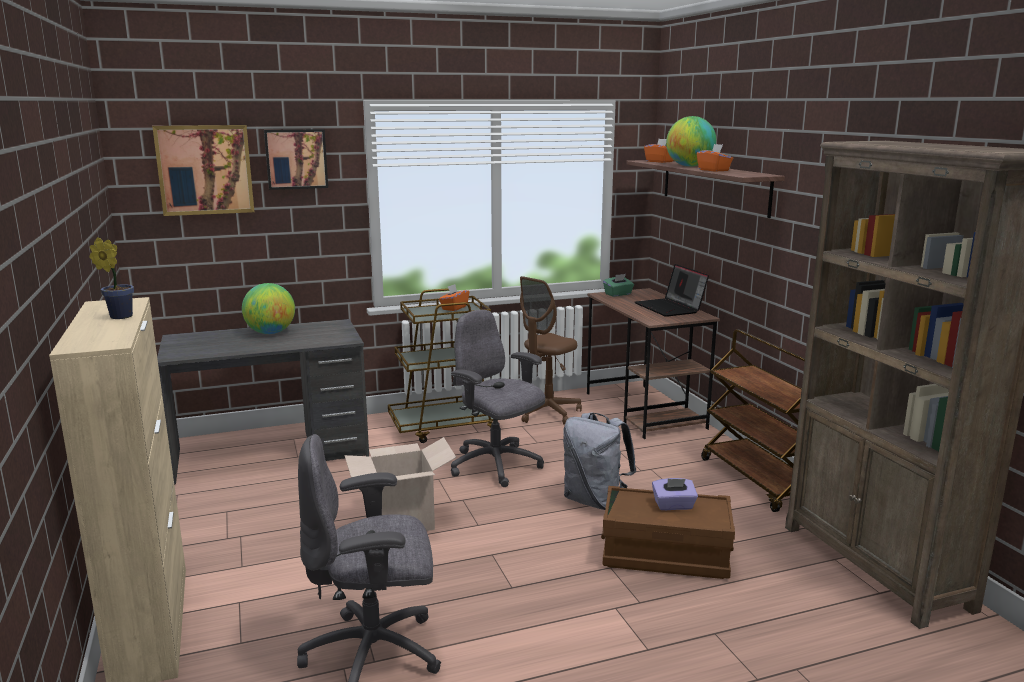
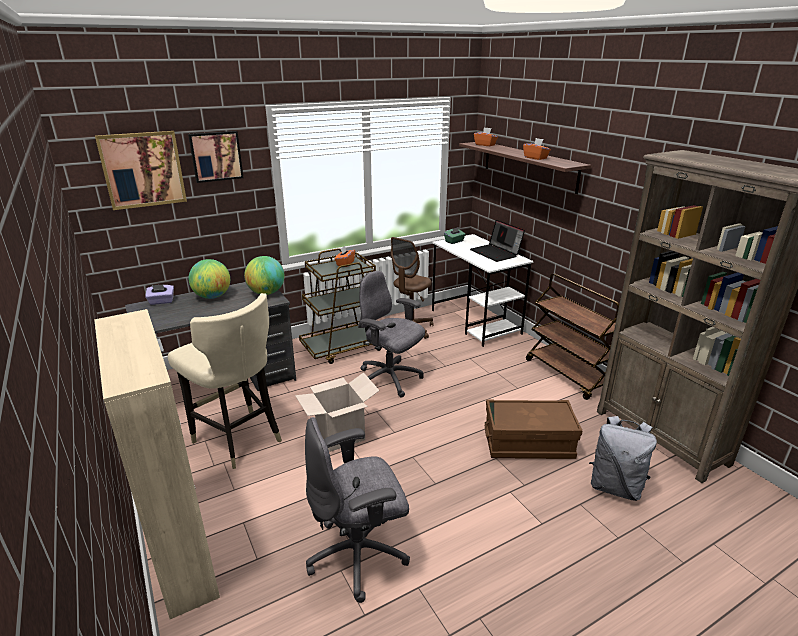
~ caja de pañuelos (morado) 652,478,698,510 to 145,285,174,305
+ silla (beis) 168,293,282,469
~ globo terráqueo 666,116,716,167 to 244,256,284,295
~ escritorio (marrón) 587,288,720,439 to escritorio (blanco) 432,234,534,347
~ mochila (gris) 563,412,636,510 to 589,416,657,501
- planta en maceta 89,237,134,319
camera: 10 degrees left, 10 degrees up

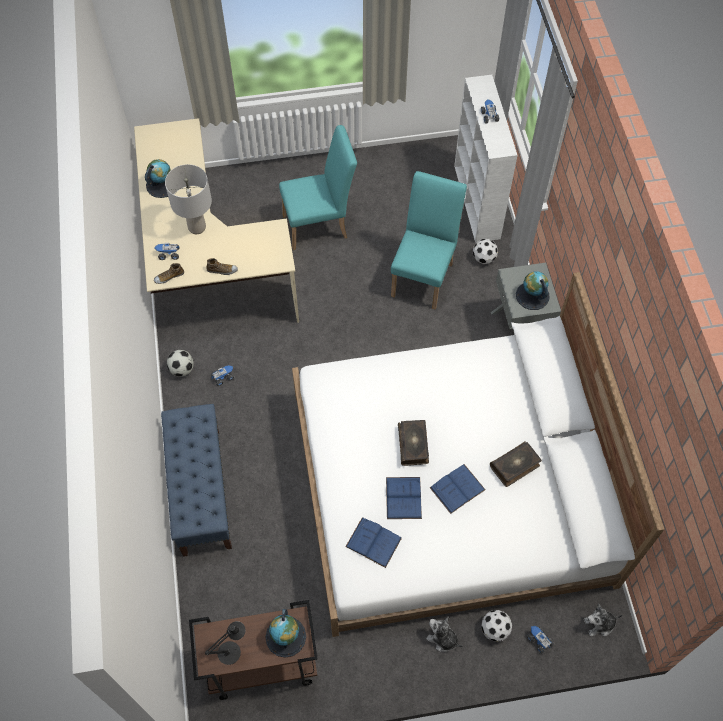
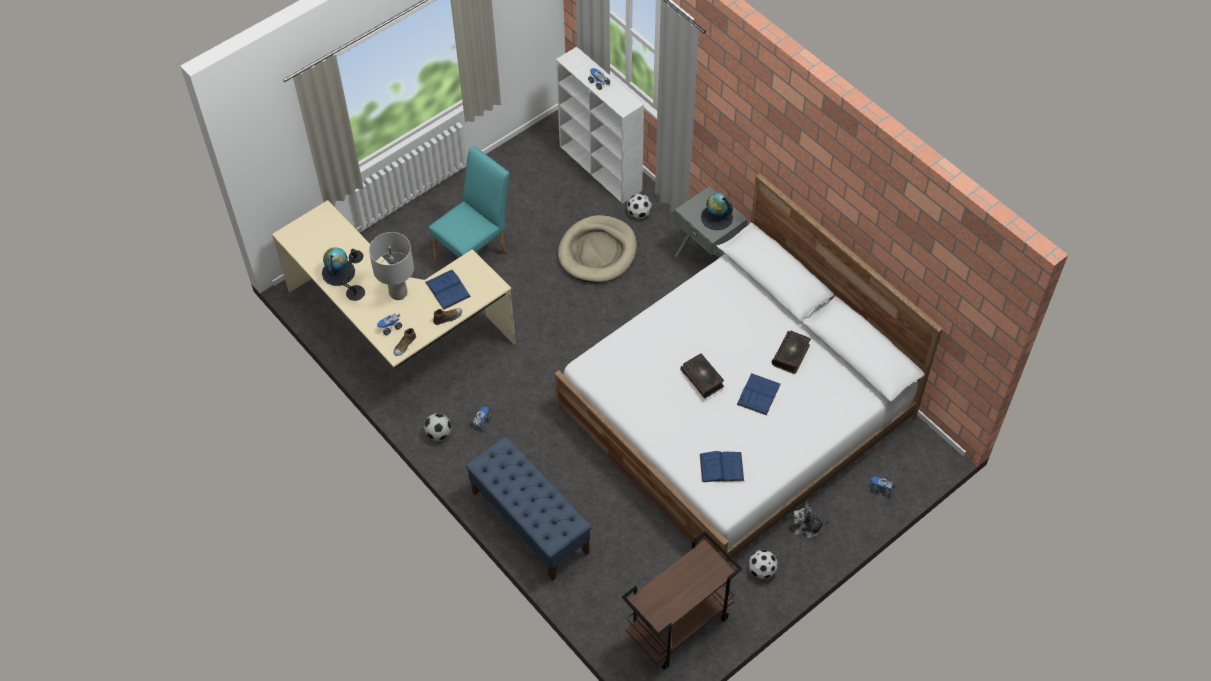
~ lámpara de mesa (negro) 205,621,245,665 to 341,249,365,301
~ libro (azul) 386,477,422,519 to 425,270,471,310
~ silla (turquesa) 391,171,467,310 to cama para perro (beis) 558,215,637,283
~ balón de fútbol 481,610,512,641 to 748,550,778,579
- globo terráqueo 265,609,306,658
- peluche 584,603,623,636
camera: 30 degrees left, 5 degrees down

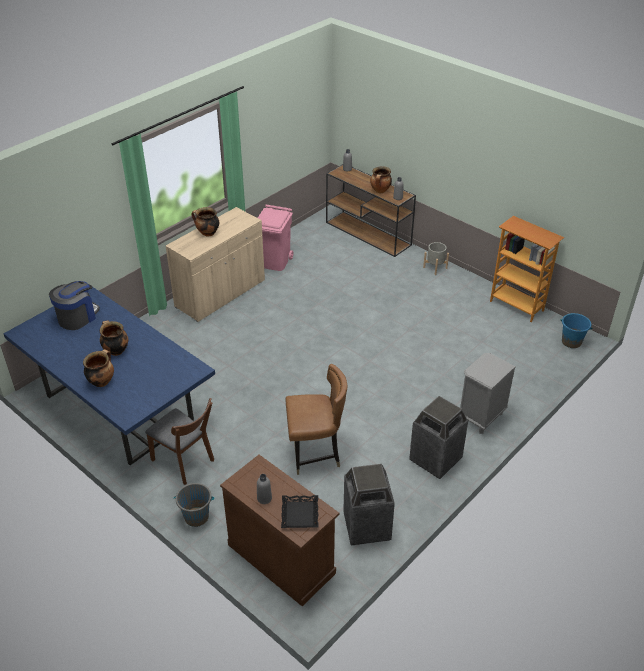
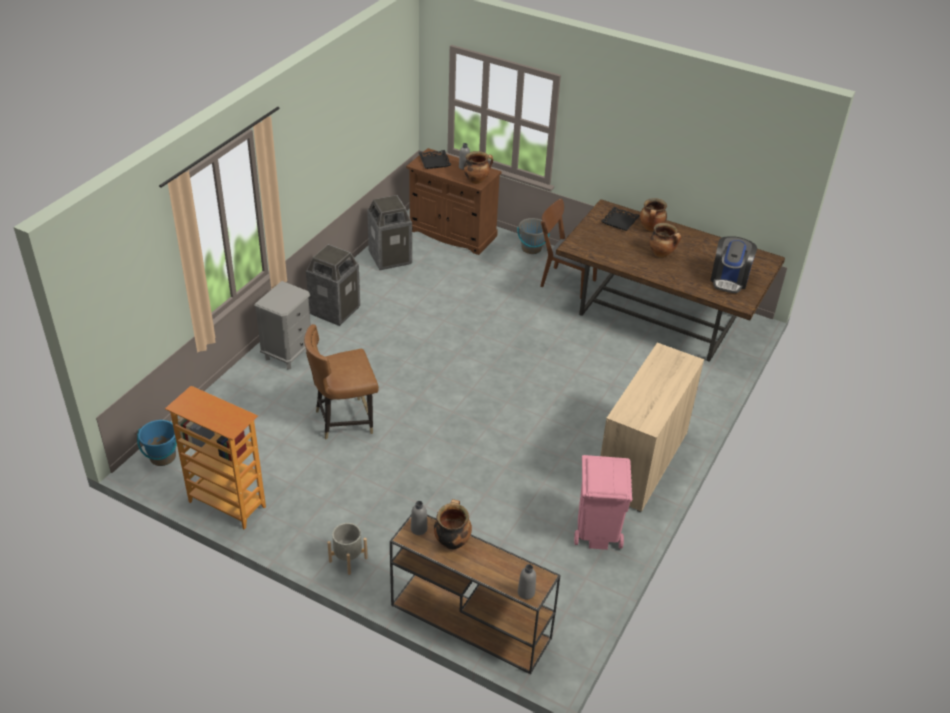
~ silla (marrón) 285,364,347,475 to 304,324,379,439
~ olla 191,207,219,236 to 464,151,493,184
~ mesa de comedor (azul) 4,287,215,465 to mesa de comedor (marrón) 556,199,785,362
+ bandeja (negro) 601,207,640,231
camera: 165 degrees right, 0 degrees up

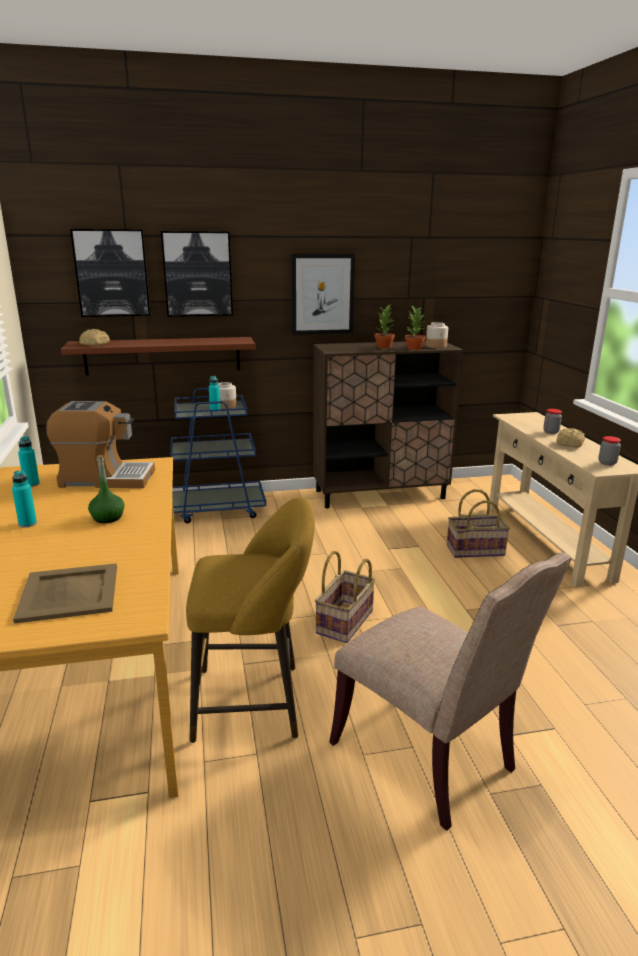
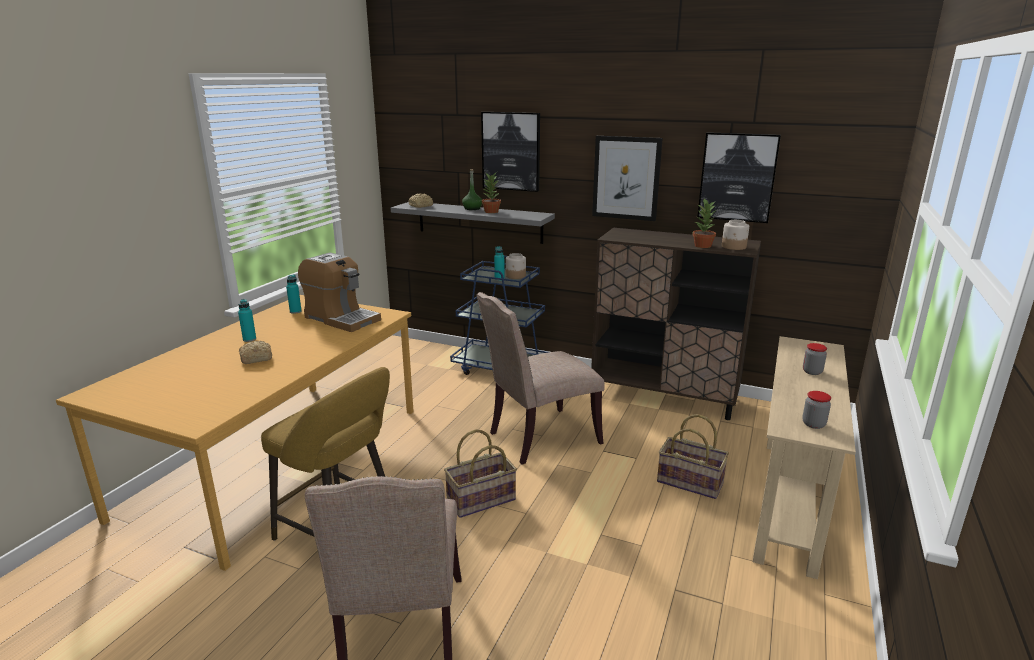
~ pan 557,428,585,448 to 239,341,272,364
~ estante (marrón) 61,337,255,376 to estante (gris) 391,202,555,244
~ botella (verde) 88,455,125,523 to 462,169,482,210
+ silla (beis) 477,292,605,465
~ planta en maceta 374,305,395,348 to 482,172,501,213
~ cuadro 70,229,150,317 to 697,132,781,223
- bandeja (beis) 13,563,117,624
camera: 35 degrees right, 0 degrees up

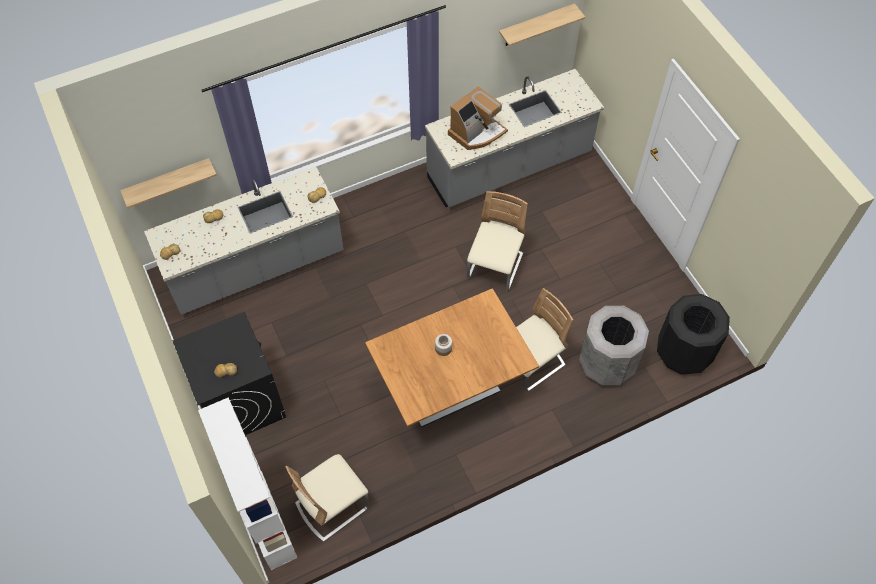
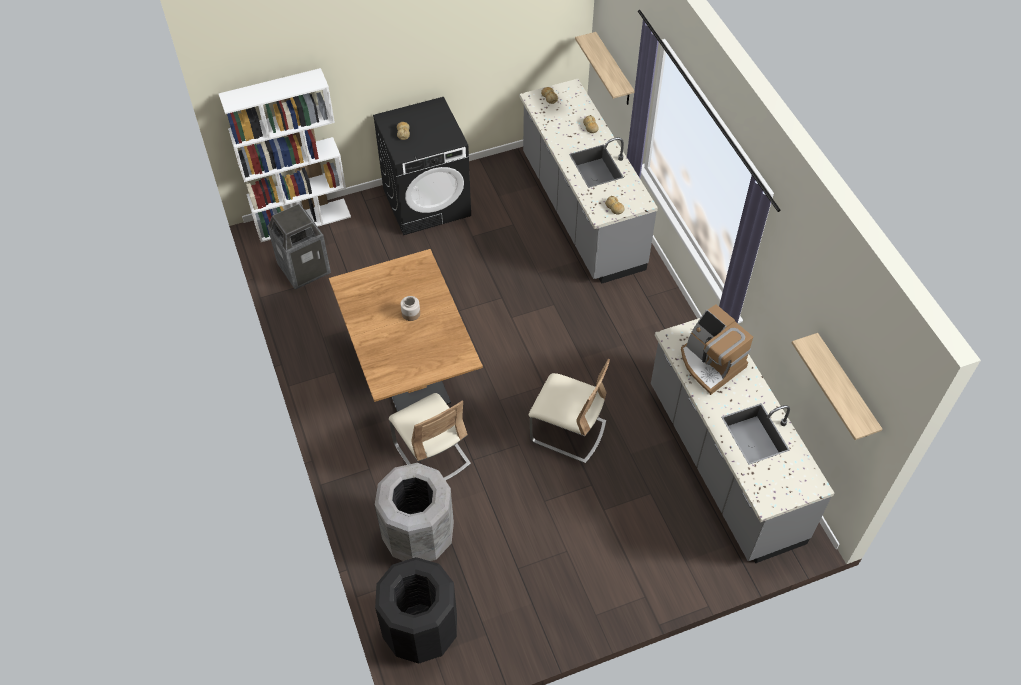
~ silla (beis) 285,454,369,542 to papelera 267,204,331,289
camera: 95 degrees right, 5 degrees down

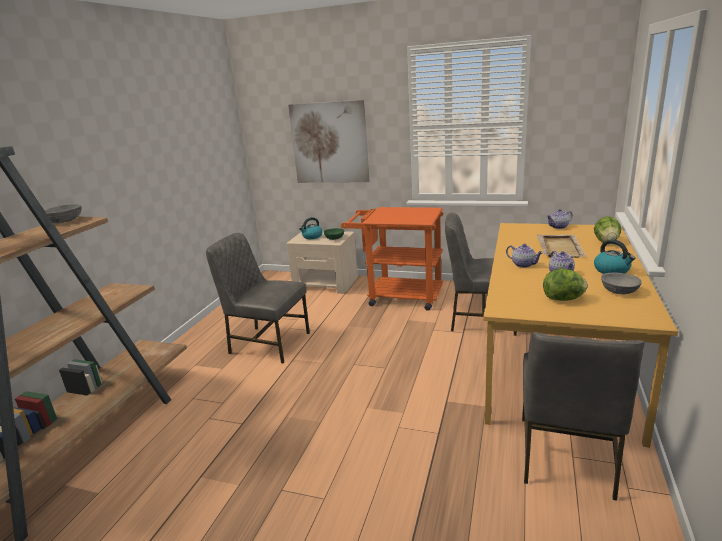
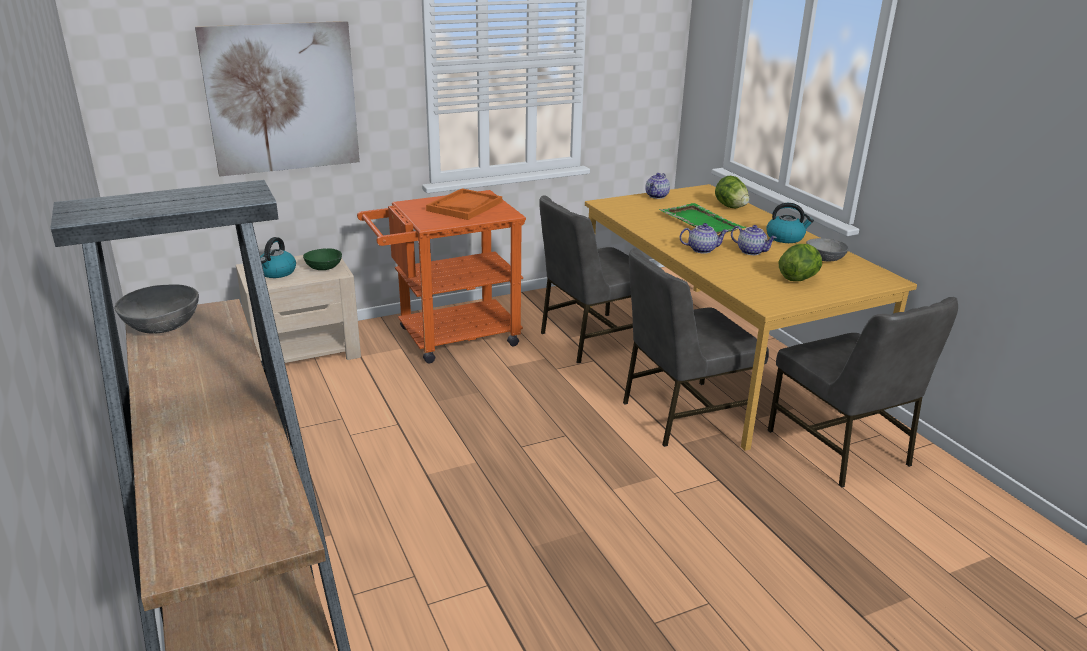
+ bandeja (naranja) 426,188,502,220
~ silla (gris) 206,233,310,363 to 623,248,769,447
~ bandeja (beis) 537,234,588,258 to bandeja (verde) 659,203,746,234
camera: 45 degrees left, 5 degrees up

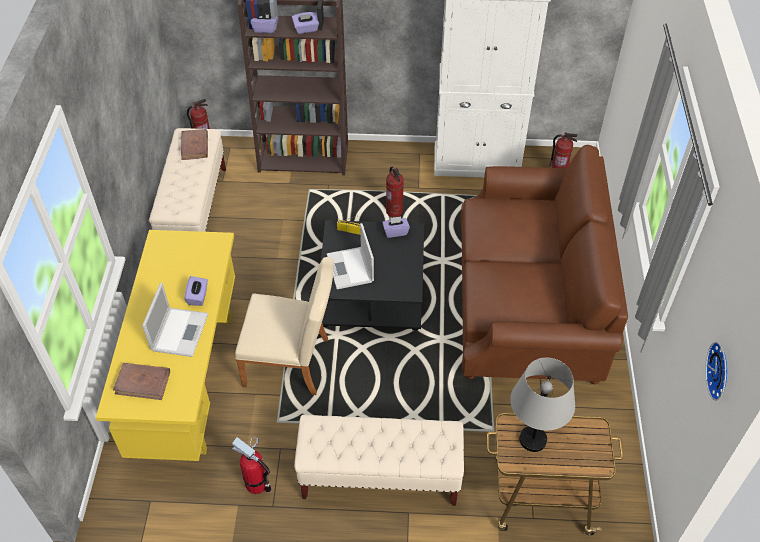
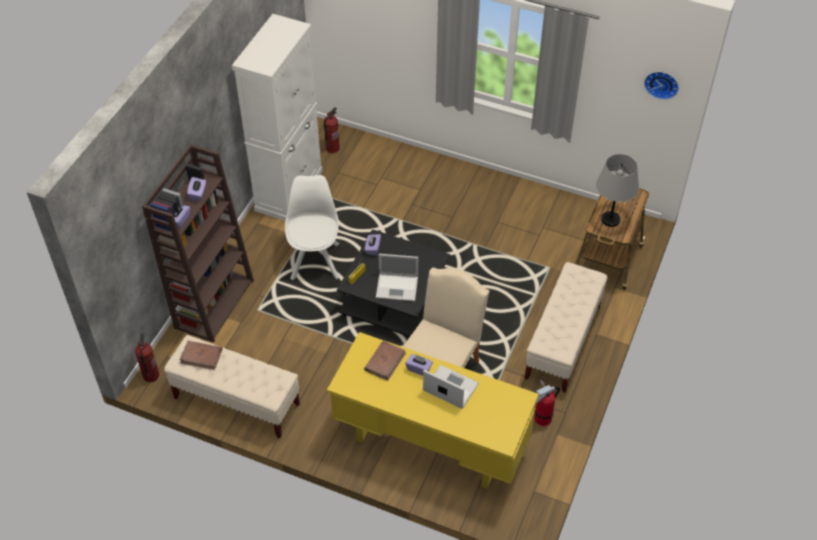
~ extintor 386,166,404,217 to silla (blanco) 285,175,339,281
~ libro (marrón) 113,363,170,400 to 364,341,406,381
- sofá (marrón) 461,145,628,384
camera: 70 degrees left, 0 degrees up

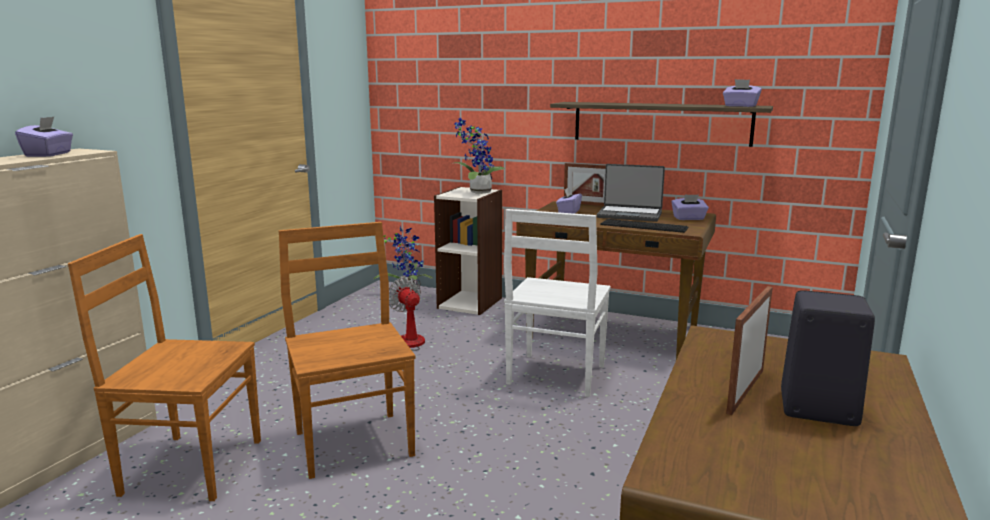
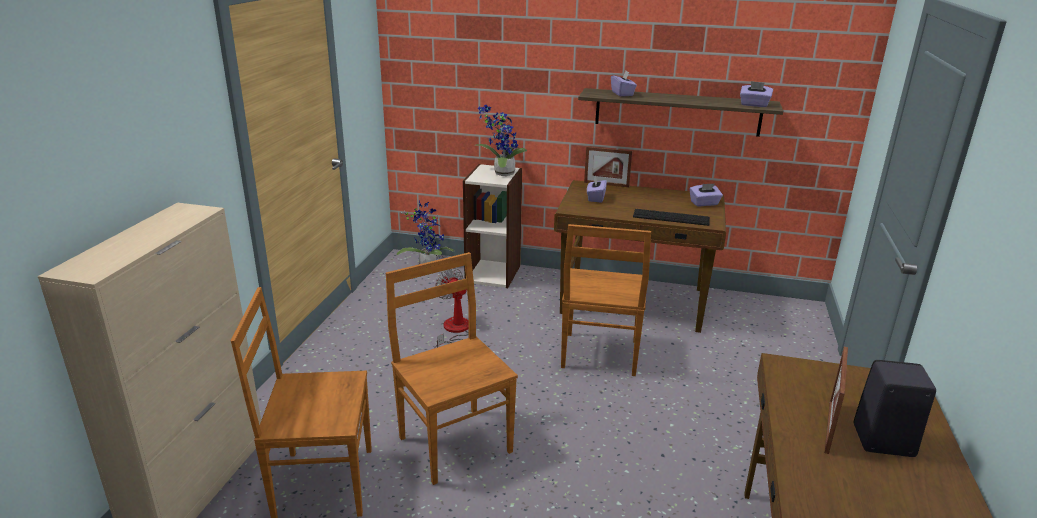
~ silla (blanco) 504,209,611,397 to silla (marrón) 561,224,651,376
~ caja de pañuelos (morado) 15,117,73,157 to 611,71,637,96
- portátil 597,164,665,222
camera: 10 degrees left, 10 degrees up

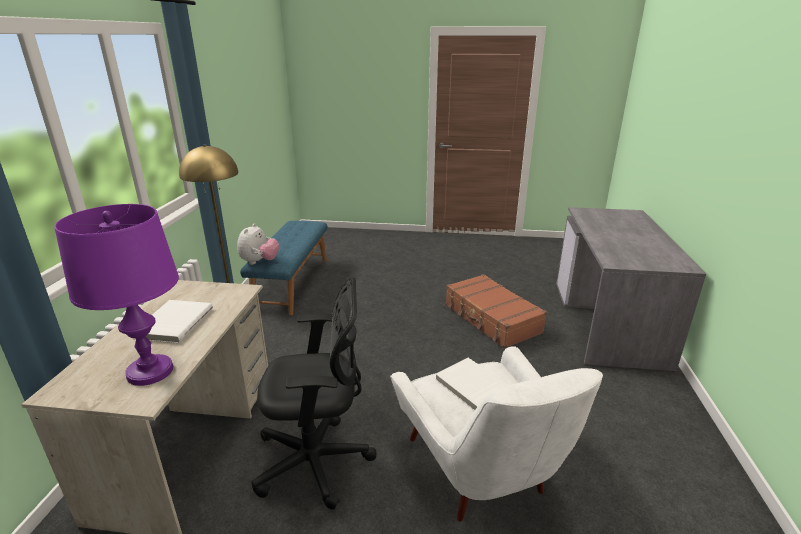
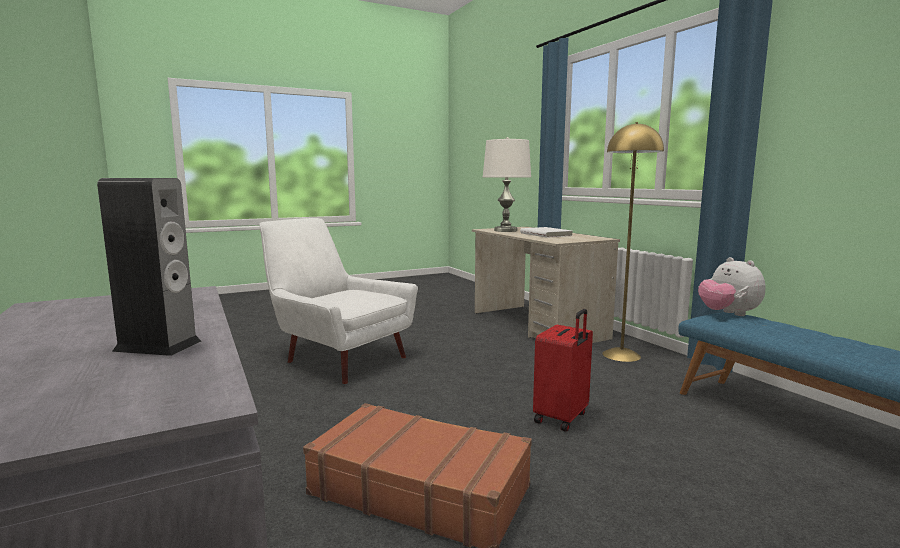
+ altavoz 97,178,201,356
~ lámpara de mesa (morado) 55,204,179,386 to lámpara de mesa (blanco) 483,137,531,232
+ maleta (rojo) 533,309,593,432
- silla de oficina (negro) 251,277,377,510
- libro (blanco) 435,358,508,411
camera: 145 degrees right, 15 degrees down

